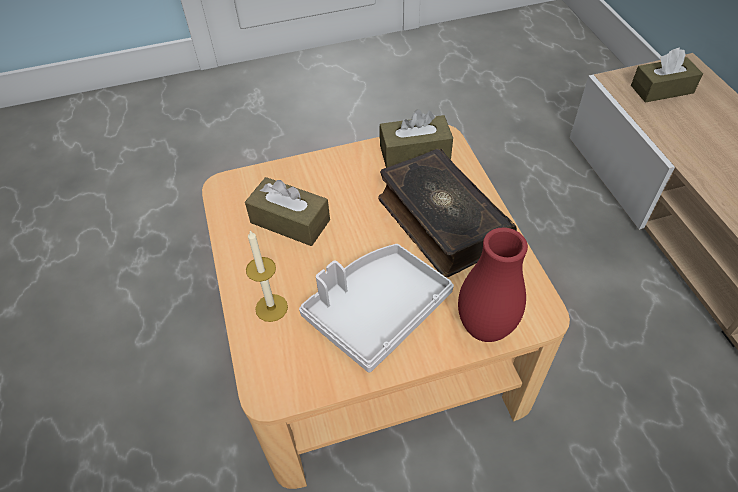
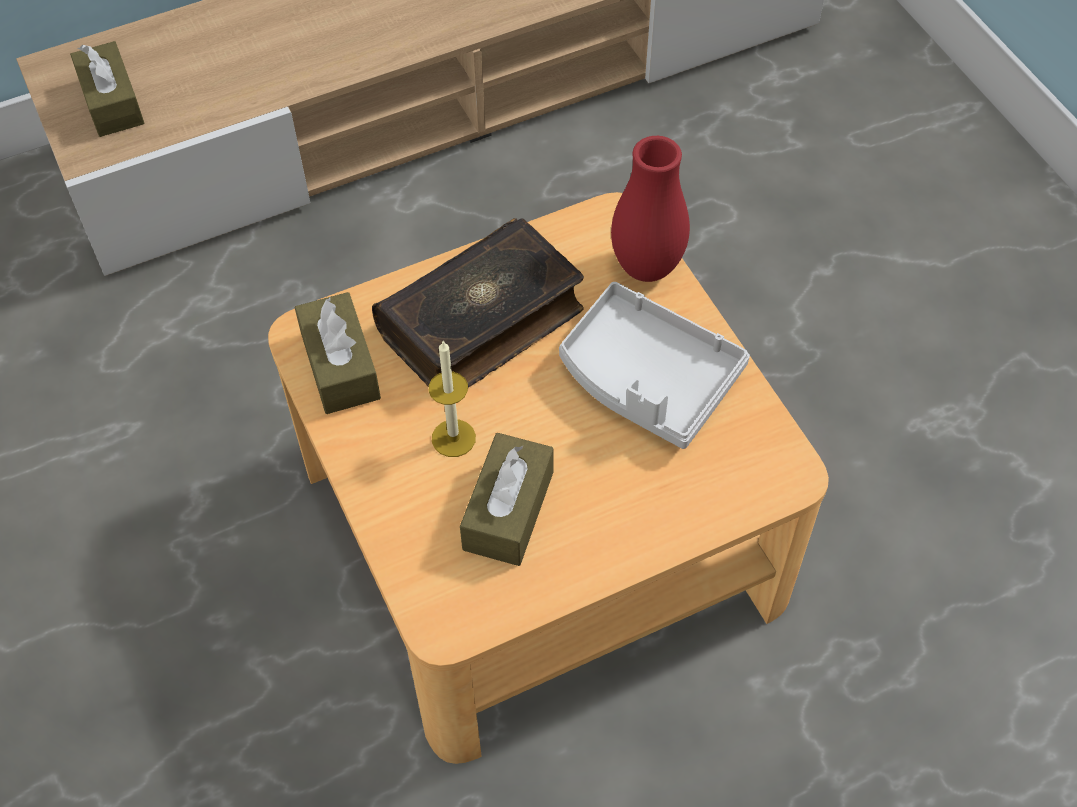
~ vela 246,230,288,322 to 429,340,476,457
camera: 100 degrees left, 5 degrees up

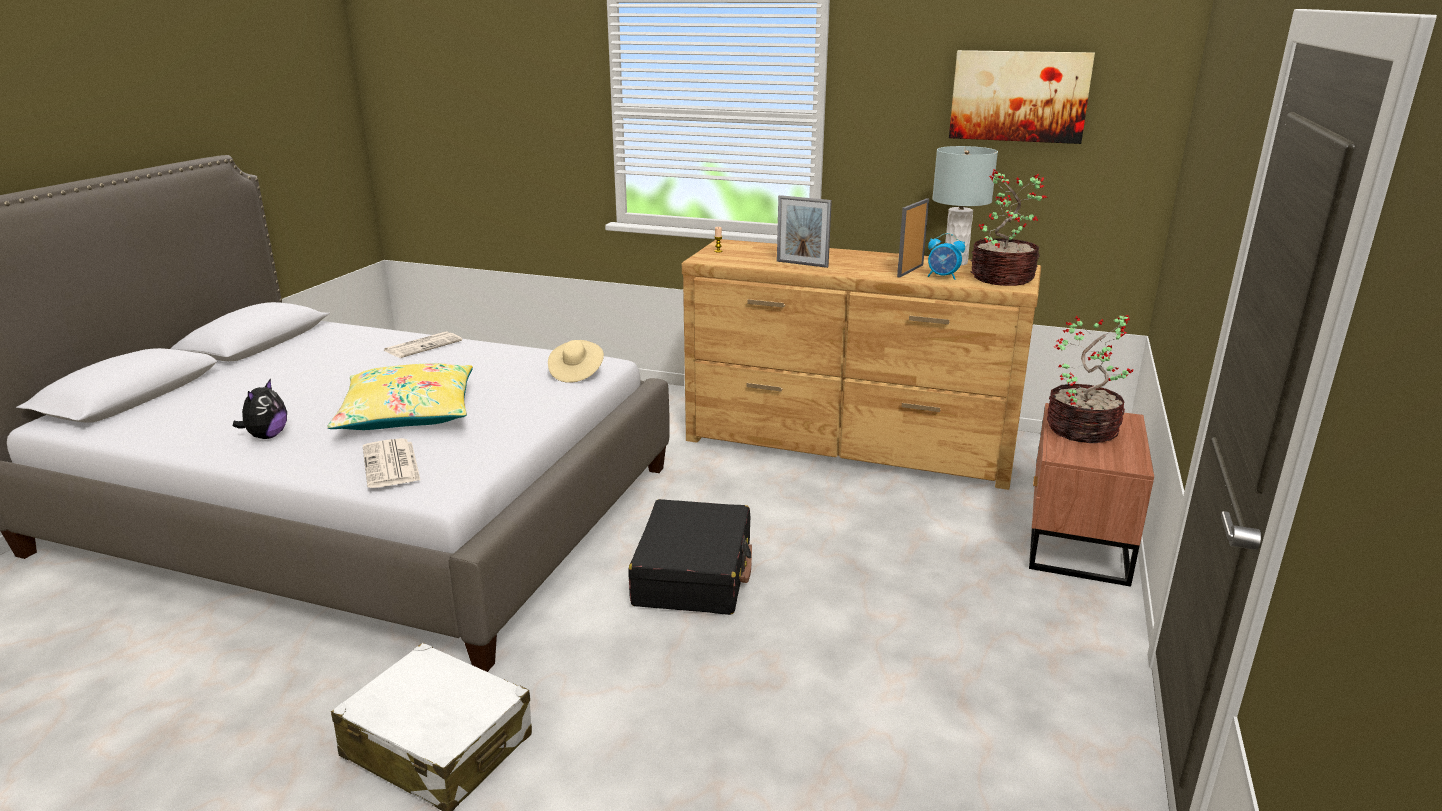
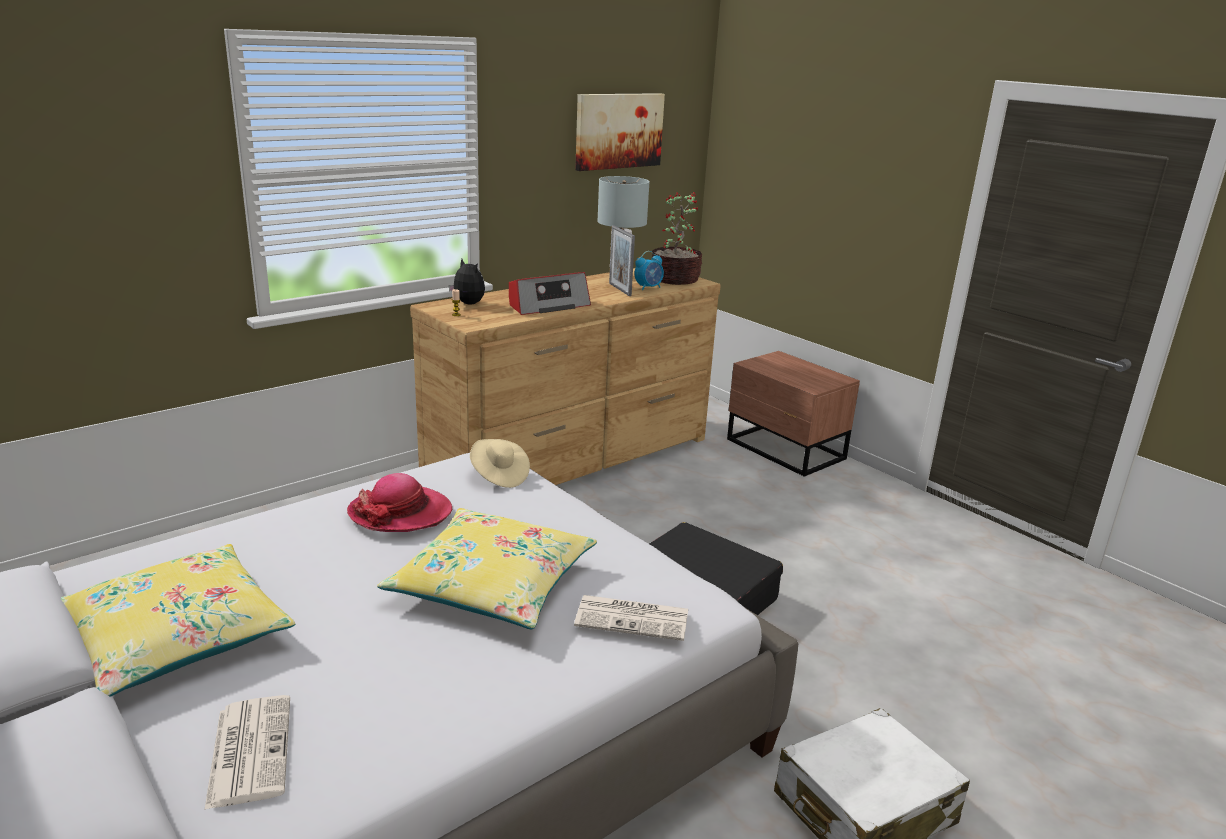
+ cojín (amarillo) 61,544,295,696
~ periódico 384,331,462,358 to 204,695,290,810
+ sombrero 347,473,452,532
~ peluche 233,378,287,439 to 449,259,485,305
~ portarretratos 777,195,832,268 to radio 509,272,591,315
- planta en maceta 1047,315,1134,443
camera: 60 degrees left, 0 degrees up

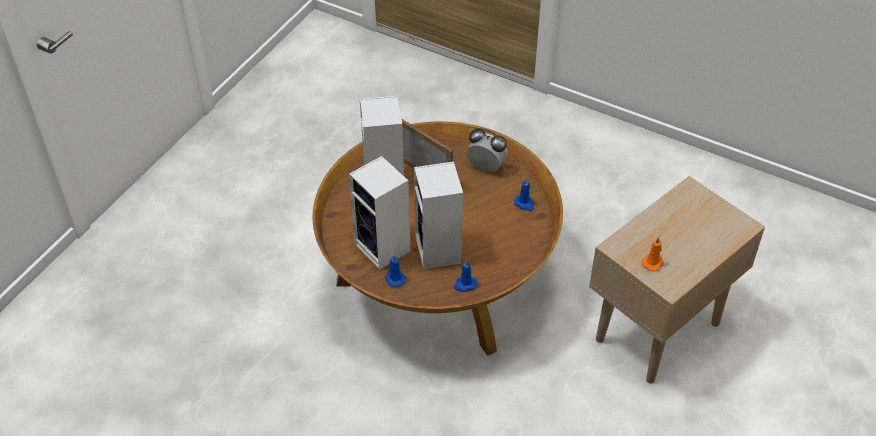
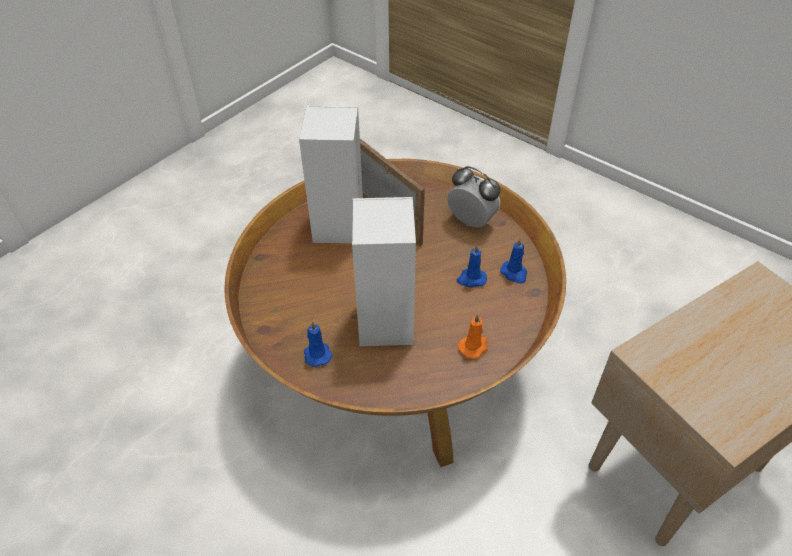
~ vela (azul) 454,260,477,292 to 457,244,487,287
~ vela (naranja) 641,237,664,271 to 458,314,488,359
- altavoz 349,156,410,270
camera: 10 degrees right, 0 degrees up

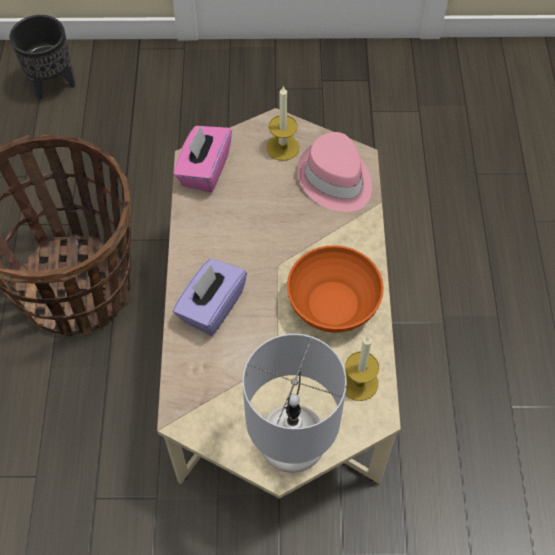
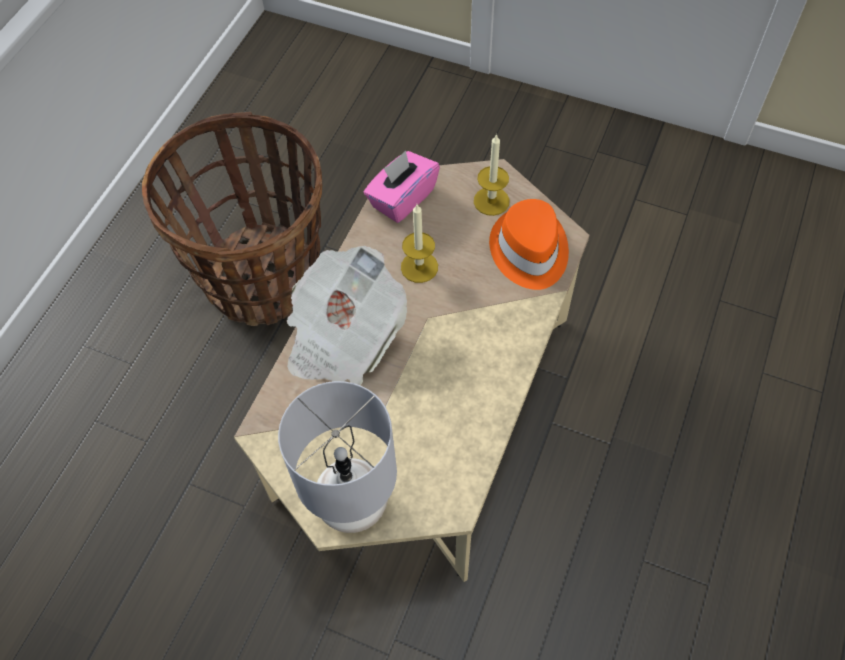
~ caja de pañuelos (morado) 173,258,247,336 to periódico 287,246,407,385
~ vela 345,336,379,401 to 401,204,438,283
~ sombrero (rosa) 297,132,372,212 to sombrero (naranja) 489,199,569,290
- maceta (negro) 9,15,76,100
- cuenco (naranja) 287,245,384,333
camera: 25 degrees right, 0 degrees up

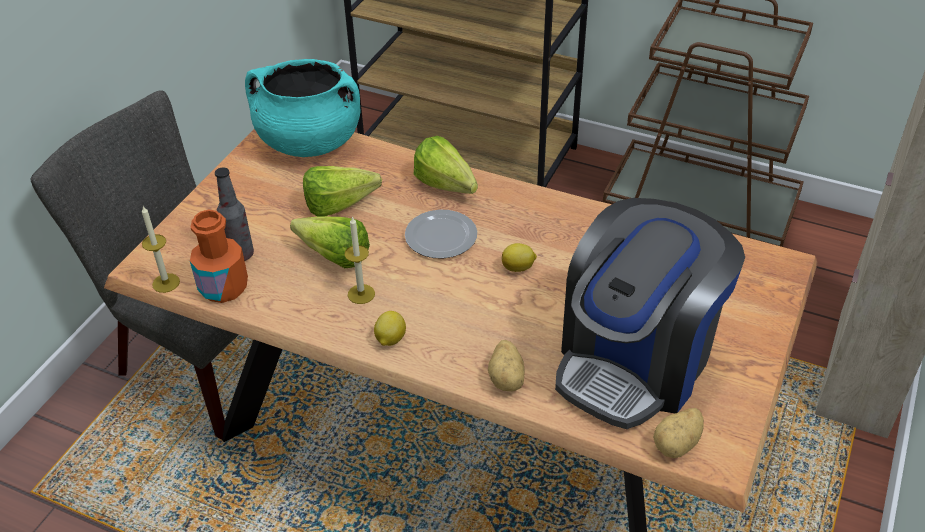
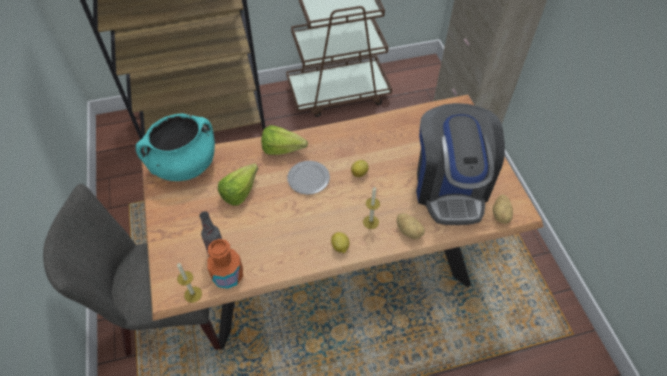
~ vela 345,216,375,304 to 363,187,380,229
- lechuga 290,217,370,268
camera: 40 degrees left, 10 degrees up

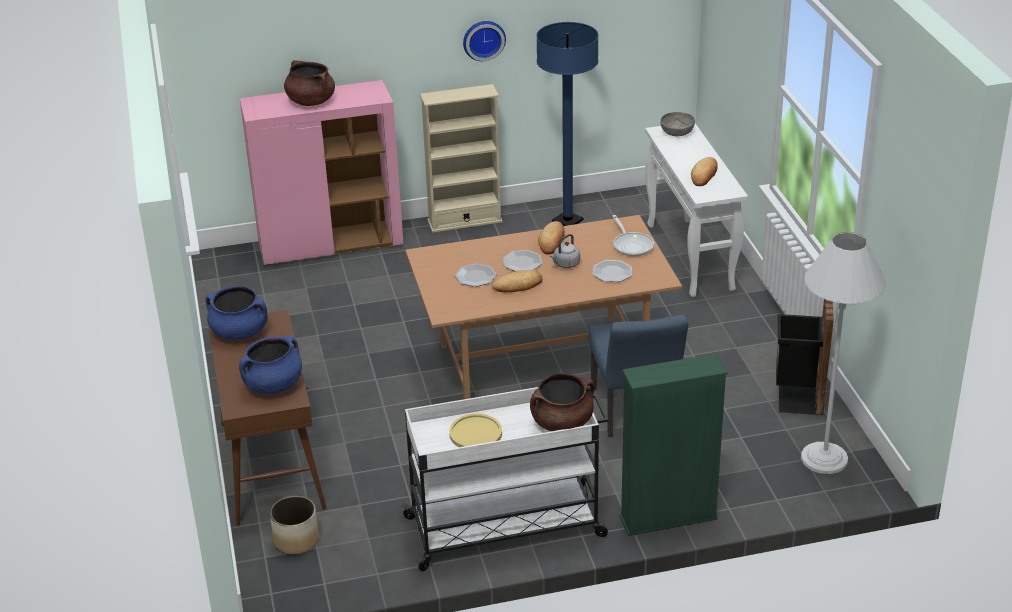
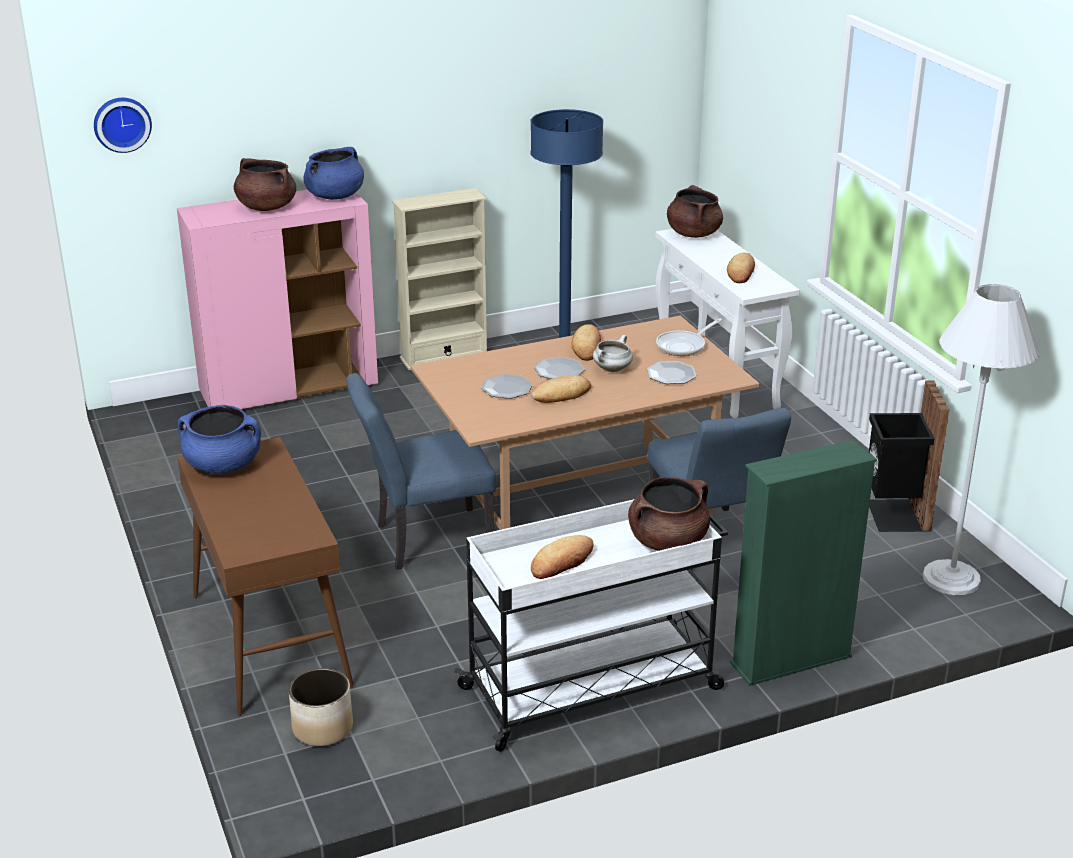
~ reloj de pared 463,21,506,61 to 94,98,152,153
~ olla (azul) 239,336,302,394 to 303,147,364,200
+ silla (azul) 347,373,496,570
~ plato (amarillo) 449,414,502,447 to pan 531,535,593,579
~ hervidor (gris) 550,234,580,268 to olla (blanco) 593,335,633,372
~ sartén 613,215,654,256 = 656,318,722,356 75 degrees clockwise
~ cuenco (gris) 660,112,695,137 to olla (marrón) 667,185,723,238
camera: 10 degrees left, 5 degrees down

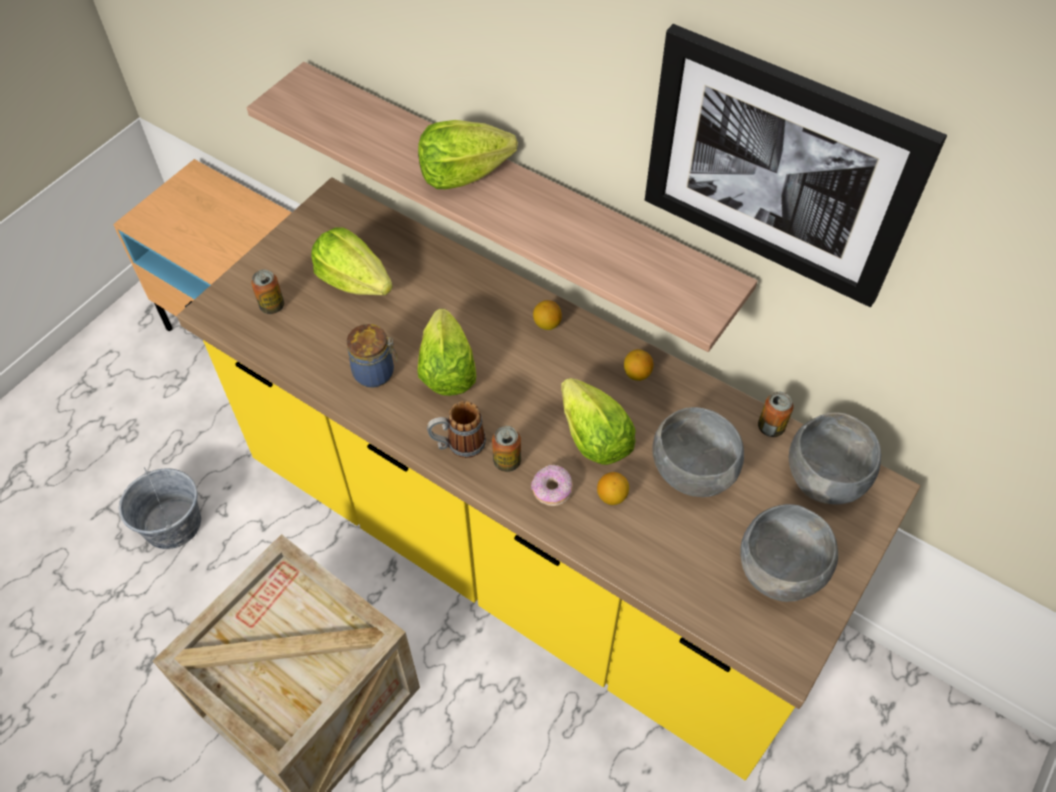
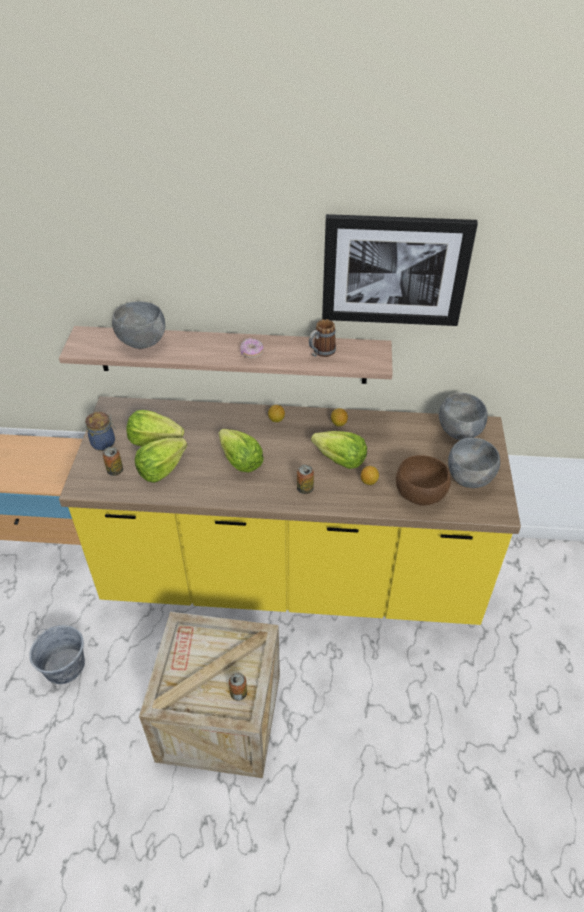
~ tarro 347,324,397,388 to 85,412,116,451
~ cuenco (gris) 652,407,744,497 to 112,301,165,349
~ lechuga 418,120,518,189 to 135,438,187,483
~ lata 758,392,794,437 to 229,673,247,701
~ rosquilla 531,465,573,506 to 240,338,263,358
~ taza grande 427,401,486,458 to 309,319,336,357
+ cuenco (marrón) 396,455,451,506
camera: 30 degrees left, 10 degrees down

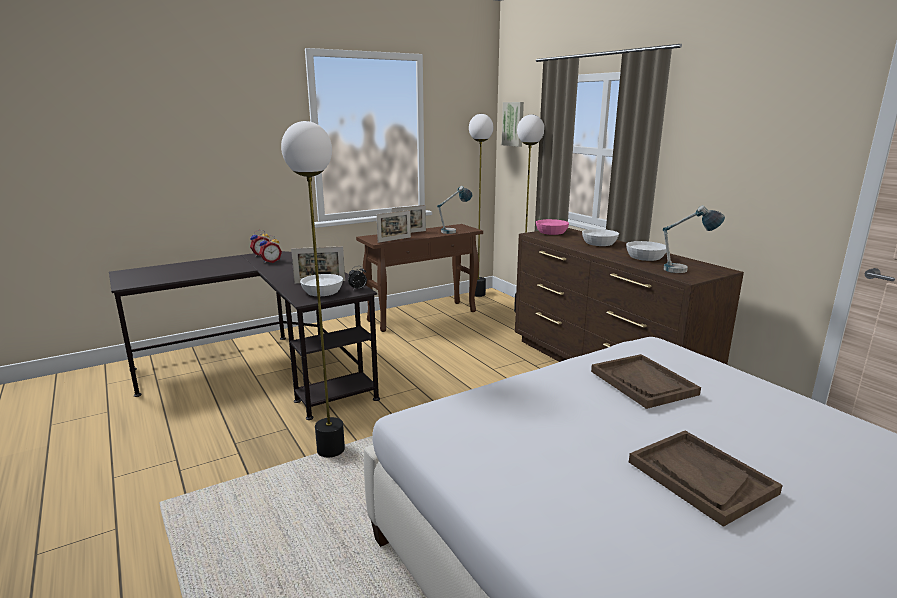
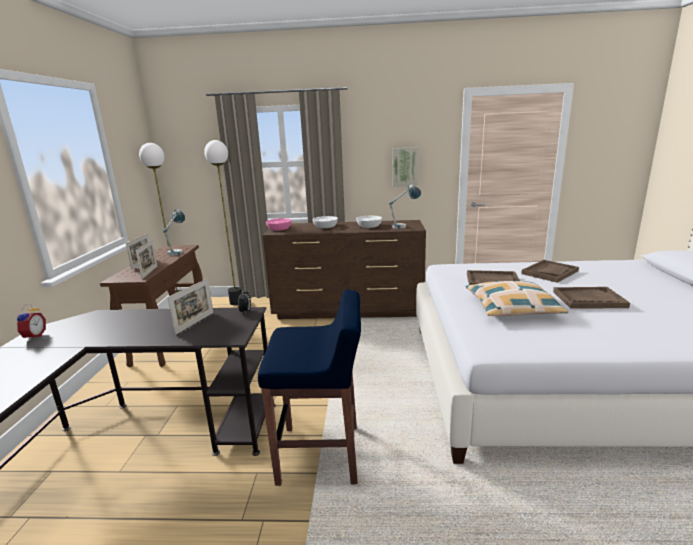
~ lámpara de pie 281,121,345,457 to taburete (azul) 258,290,361,486
~ cuadro 502,102,524,147 to 392,147,418,187
+ cojín 465,281,568,316
+ bandeja (marrón) 521,260,579,283
- despertador 259,235,282,263
- cuenco (blanco) 300,274,343,296
camera: 55 degrees left, 0 degrees up

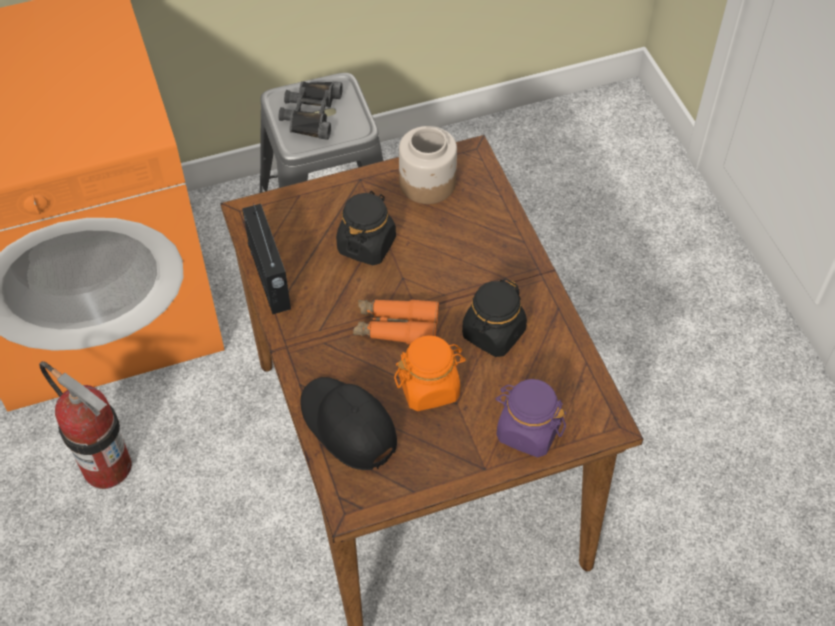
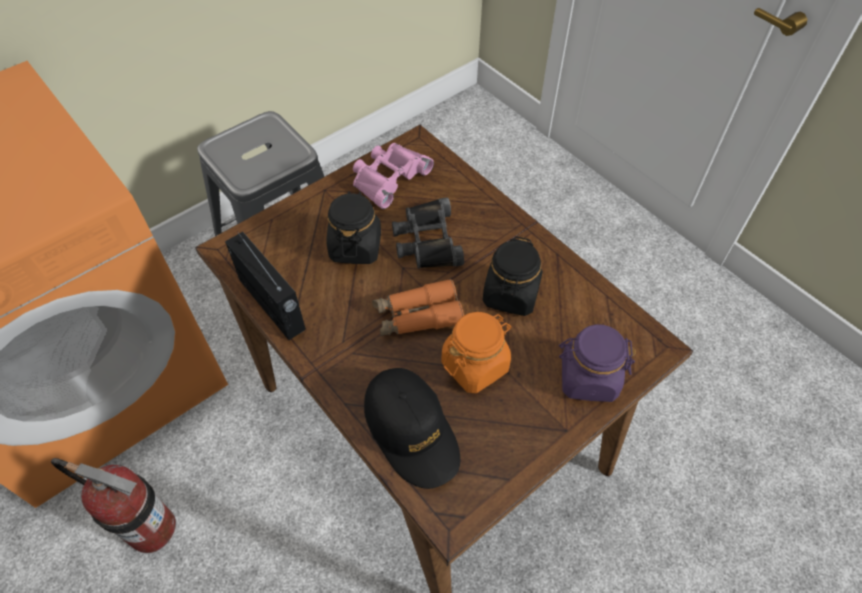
~ tarro 399,126,457,204 to prismáticos (rosa) 353,143,434,209
~ gorra (negro) 300,377,397,470 = 364,368,460,489 150 degrees counterclockwise
~ prismáticos (negro) 279,81,343,140 to 392,198,464,268
camera: 20 degrees left, 0 degrees up

